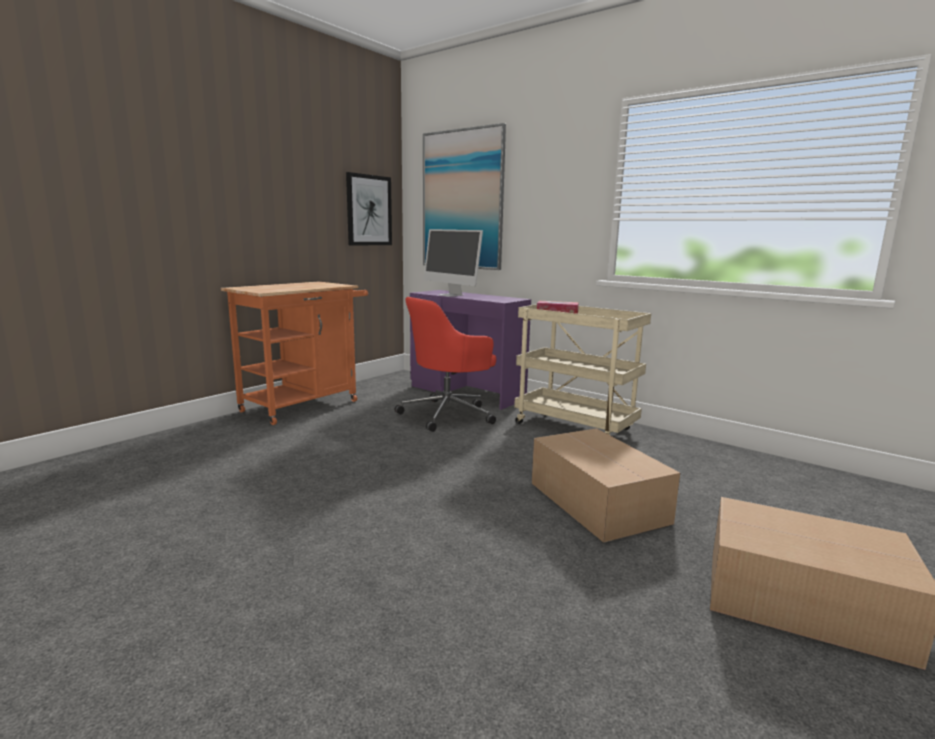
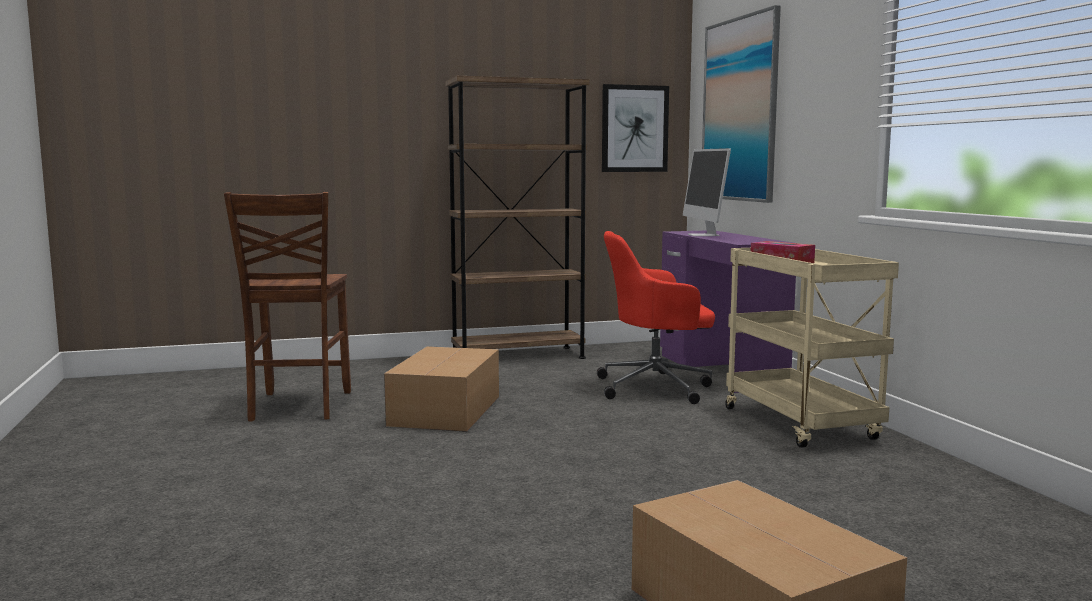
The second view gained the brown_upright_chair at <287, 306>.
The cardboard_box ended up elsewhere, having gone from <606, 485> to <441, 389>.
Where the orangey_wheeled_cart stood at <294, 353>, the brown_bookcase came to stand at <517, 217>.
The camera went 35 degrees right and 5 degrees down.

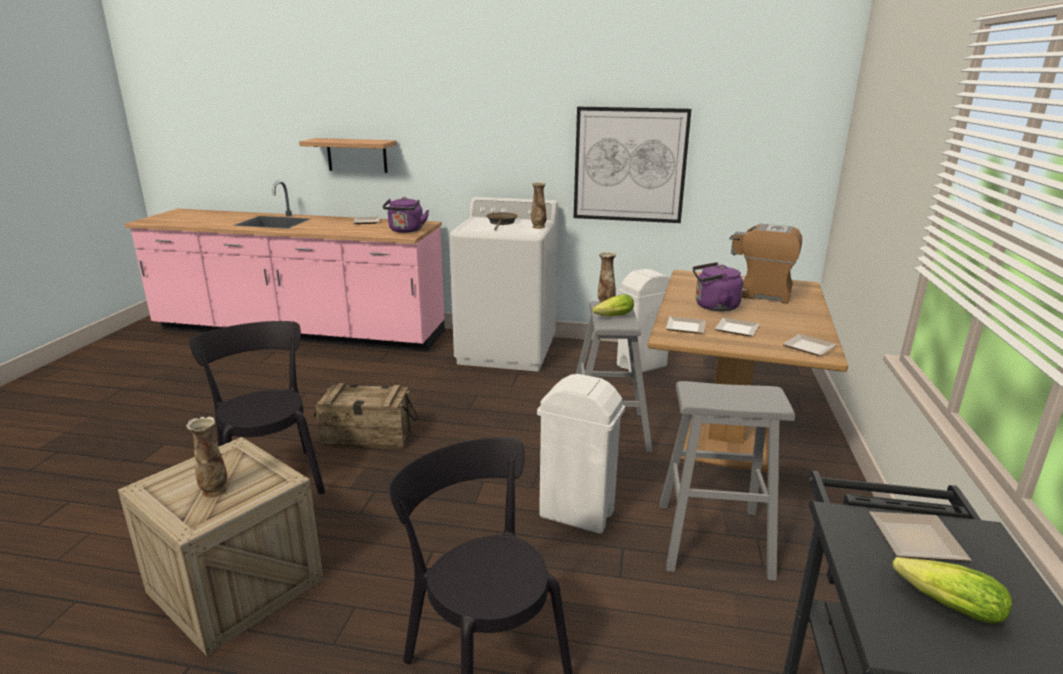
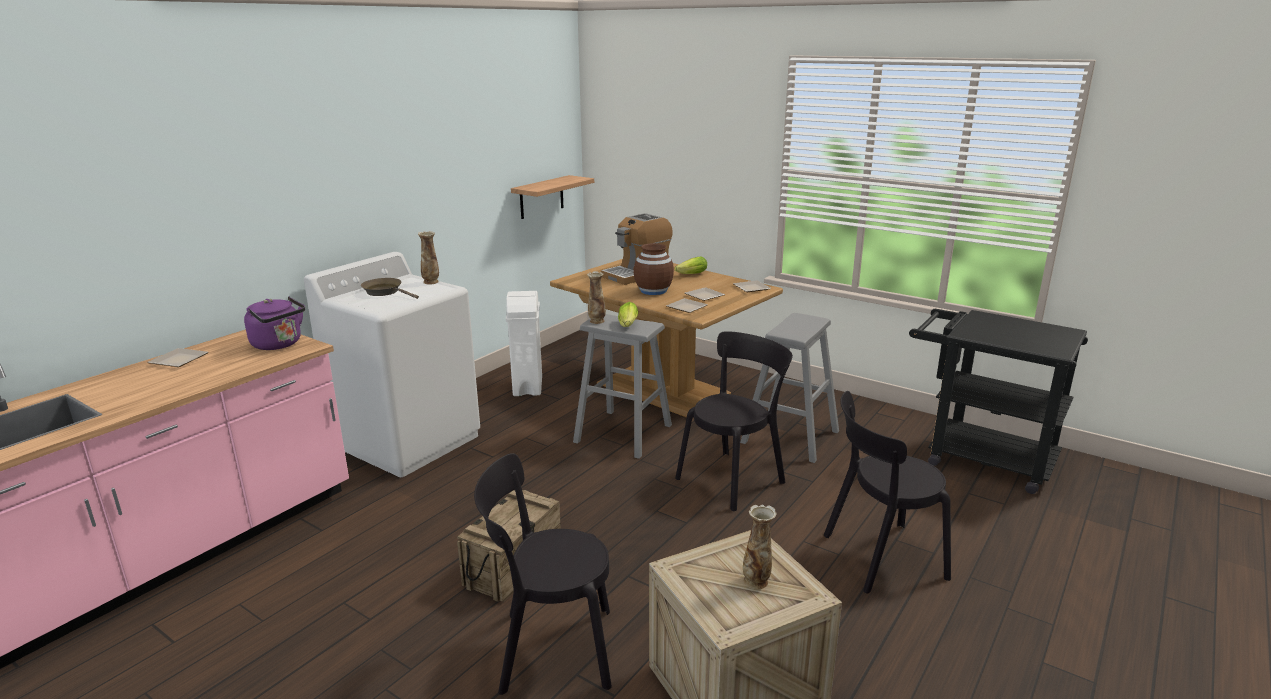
The second view lost the wall_art at <632, 165>.
The second view lost the flat_dish at <920, 536>.
The bracket_shelf ended up elsewhere, having gone from <348, 155> to <552, 197>.
The lettuce_head ended up elsewhere, having gone from <952, 590> to <691, 265>.
Where the white_waste_bin stood at <581, 454>, the black_upright_chair came to stand at <734, 421>.
Where the purple_water_kettle stood at <718, 286>, the brown_flower_vase came to stand at <654, 269>.
The camera went 65 degrees left and 0 degrees up.

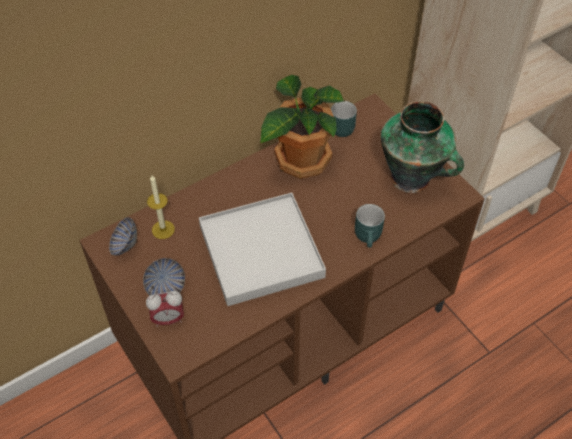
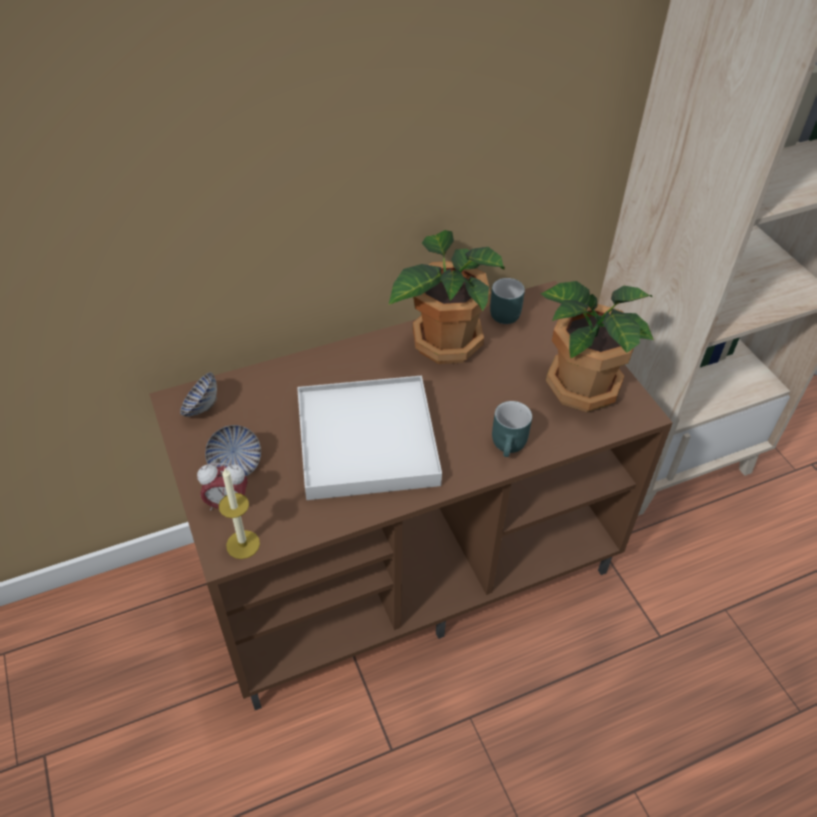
The wax_light ended up elsewhere, having gone from <161, 207> to <239, 513>.
Where the flower_vase stood at <422, 147>, the potted_plant came to stand at <597, 346>.
The camera went 10 degrees right and 5 degrees down.

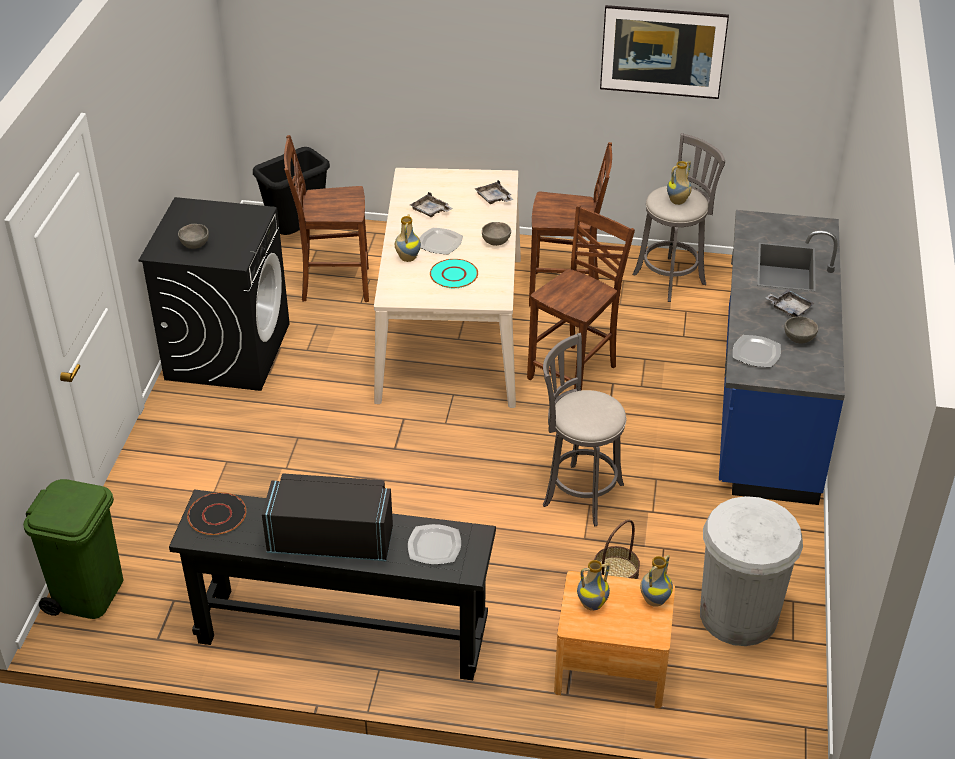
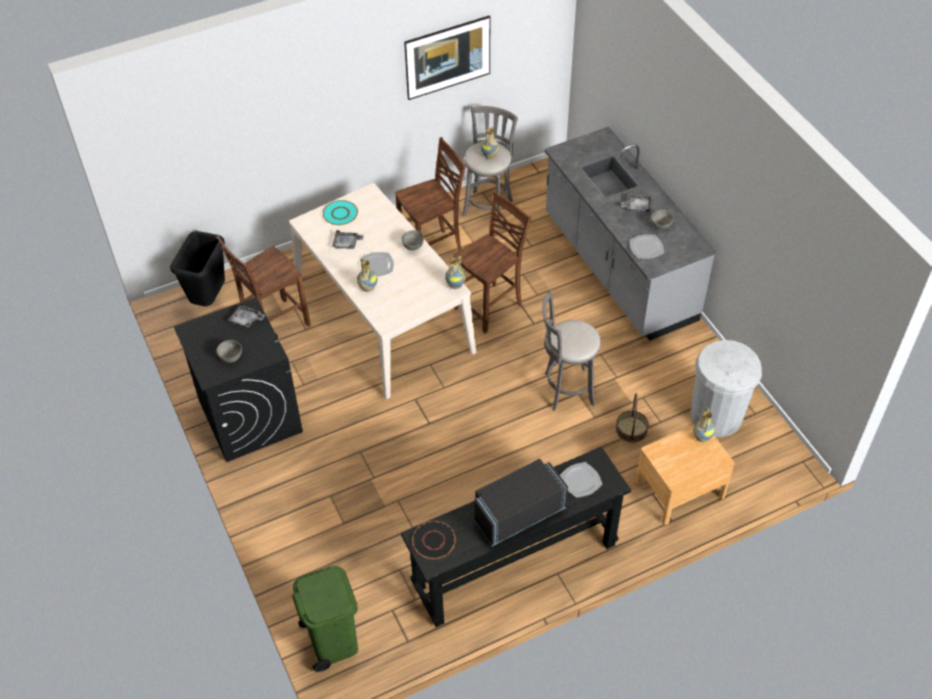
The turquoise-coloured_flat_dish ended up elsewhere, having gone from <454, 273> to <340, 212>.
The gray_carrying_tray ended up elsewhere, having gone from <494, 192> to <246, 315>.
The flower_vase ended up elsewhere, having gone from <593, 585> to <455, 272>.
What was the blue-coloured_kitchen_base_unit at <782, 357> turned into the gray_kitchen_base_unit at <630, 234>.
The brown_upright_chair at <581, 298> ended up facing another way, 45 degrees clockwise from before.
The camera went 35 degrees left and 10 degrees up.

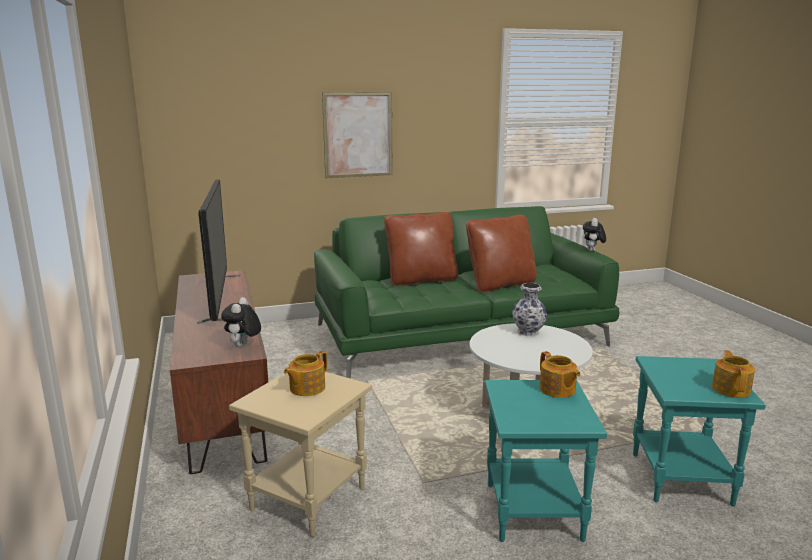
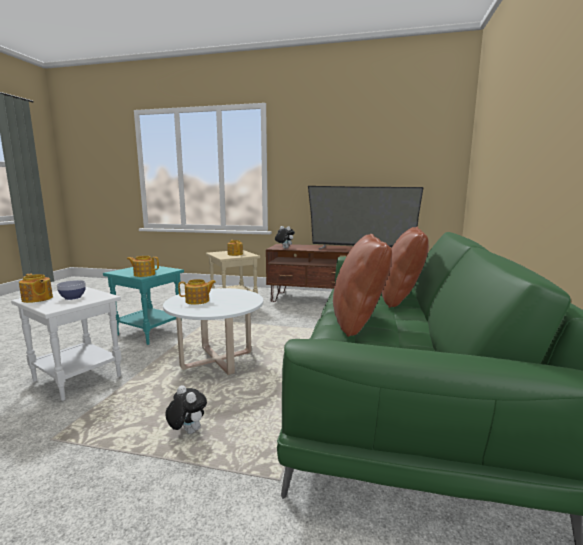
The second view lost the wall_art at <357, 135>.
The second view lost the flower_vase at <529, 309>.
The second view gained the serving_bowl at <71, 290>.
The second view gained the teapot at <197, 292>.
The plush_toy ended up elsewhere, having gone from <594, 234> to <186, 409>.
What was the turquoise-coloured_accent_table at <699, 431> turned into the white_accent_table at <66, 344>.
The camera went 120 degrees right and 5 degrees down.

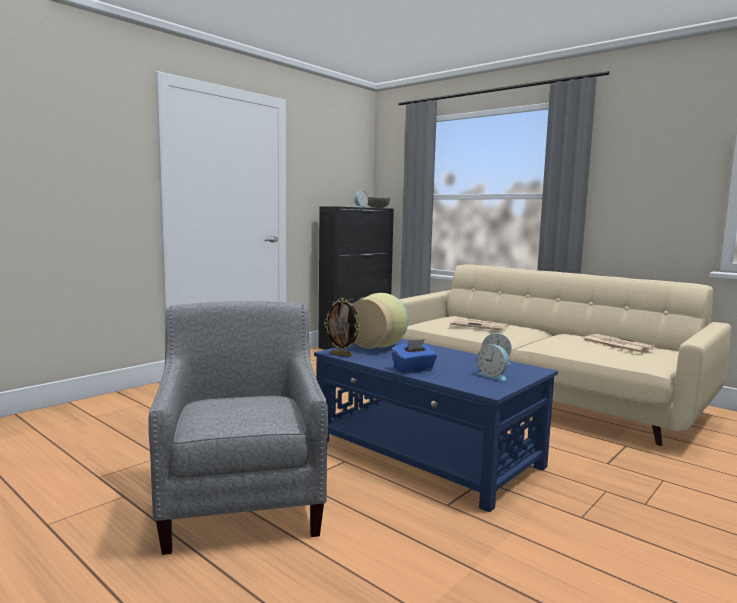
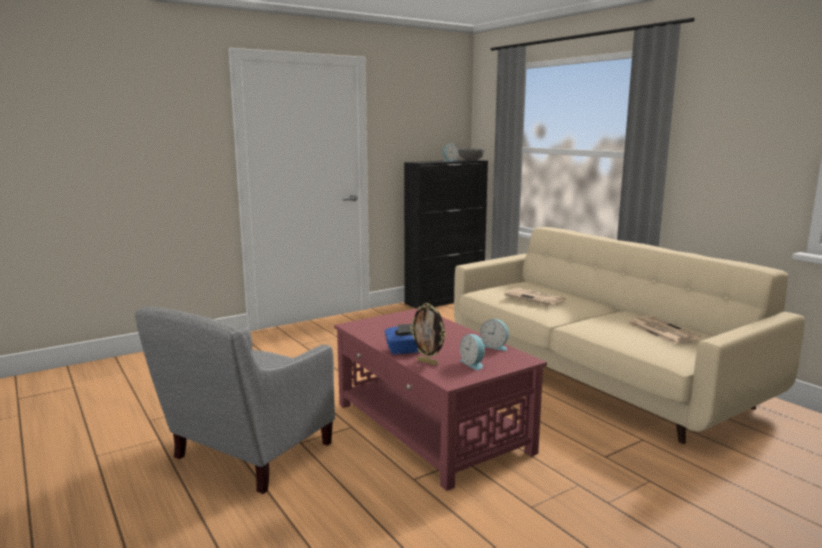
The second view lost the flower_vase at <380, 321>.
The photo_frame ended up elsewhere, having gone from <342, 327> to <428, 334>.
What was the blue-coloured_low_table at <436, 426> turned into the reddish_low_table at <440, 399>.
The gray_armchair at <238, 428> ended up facing another way, 150 degrees counterclockwise from before.
The camera went 15 degrees right and 5 degrees up.

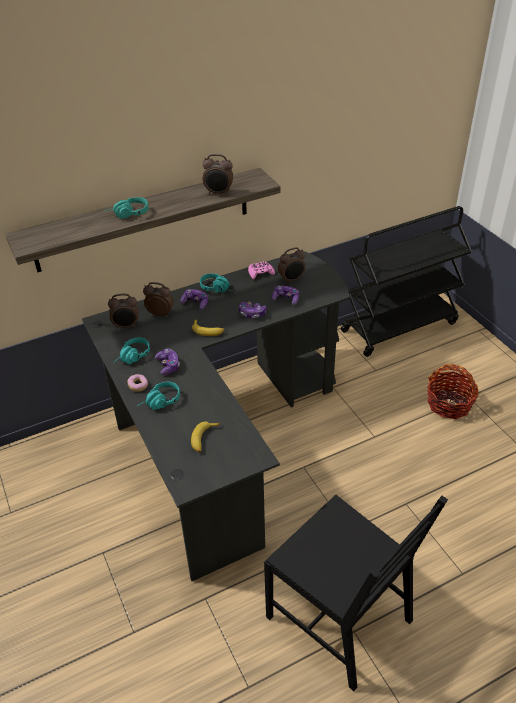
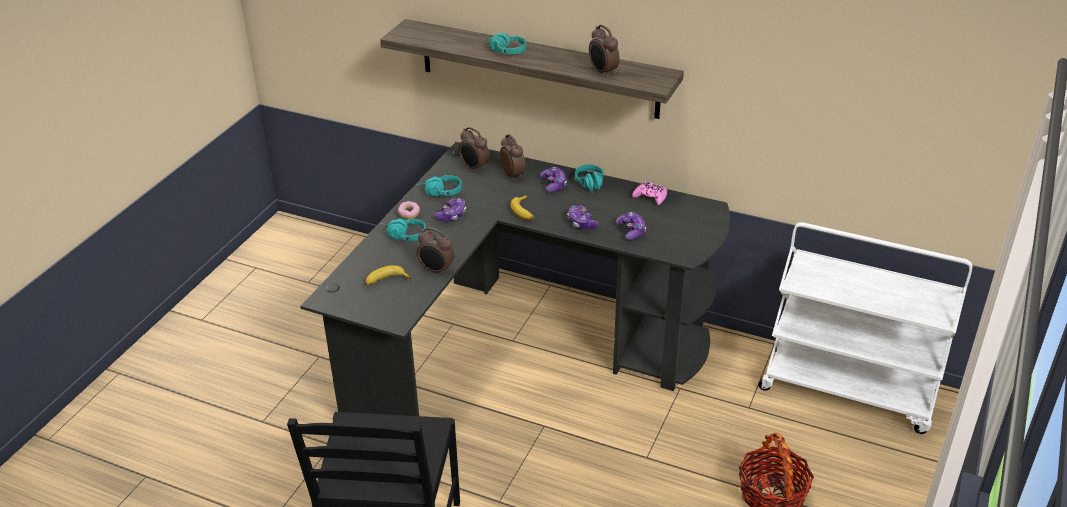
The alarm_clock ended up elsewhere, having gone from <291, 265> to <436, 252>.
What was the black_wheeled_cart at <406, 281> turned into the white_wheeled_cart at <865, 328>.
The camera went 50 degrees right and 5 degrees down.

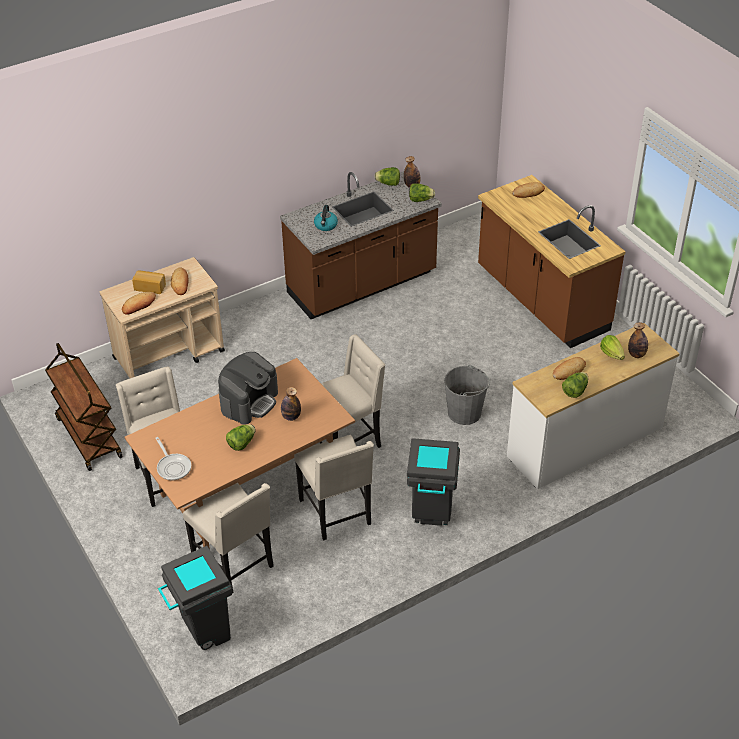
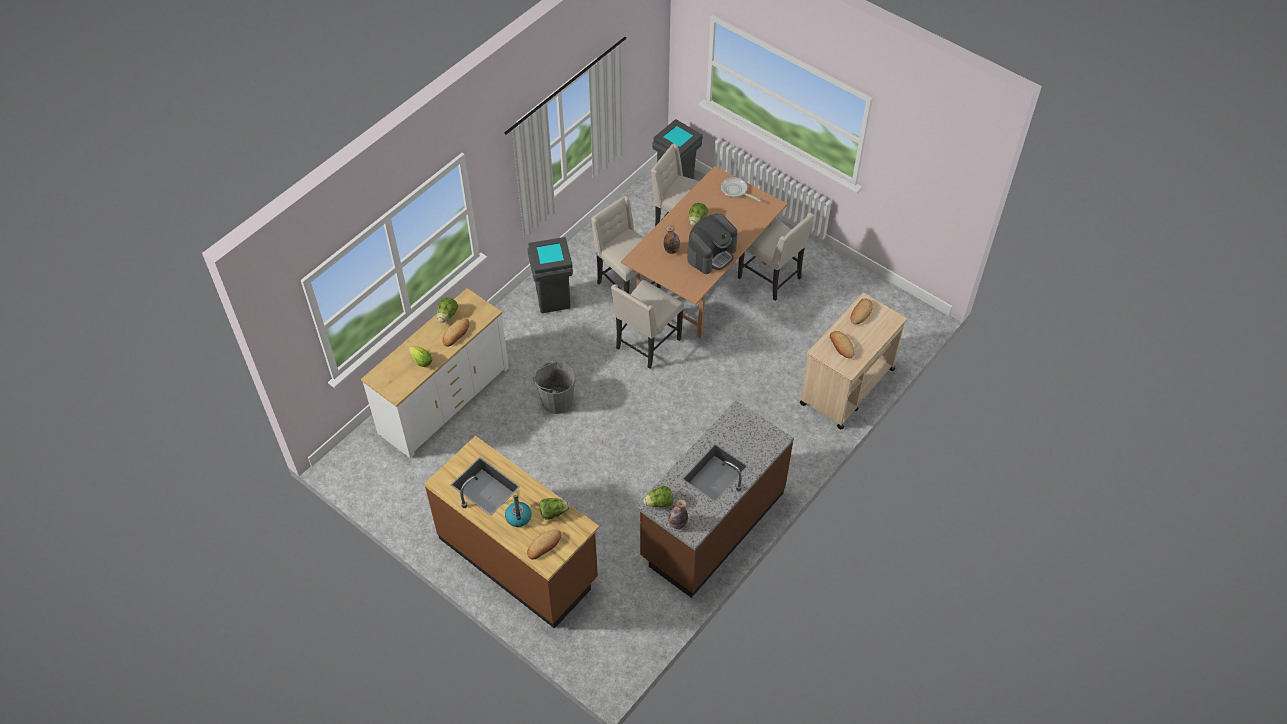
The second view lost the brown_wheeled_cart at <84, 407>.
The second view lost the bakery_bread at <149, 282>.
The second view lost the drink_bottle at <638, 340>.
The water_kettle ended up elsewhere, having gone from <326, 218> to <518, 511>.
The lettuce_head ended up elsewhere, having gone from <387, 176> to <554, 509>.
The coffee_maker at <248, 388> ended up facing another way, 150 degrees counterclockwise from before.
The camera went 160 degrees right and 10 degrees up.

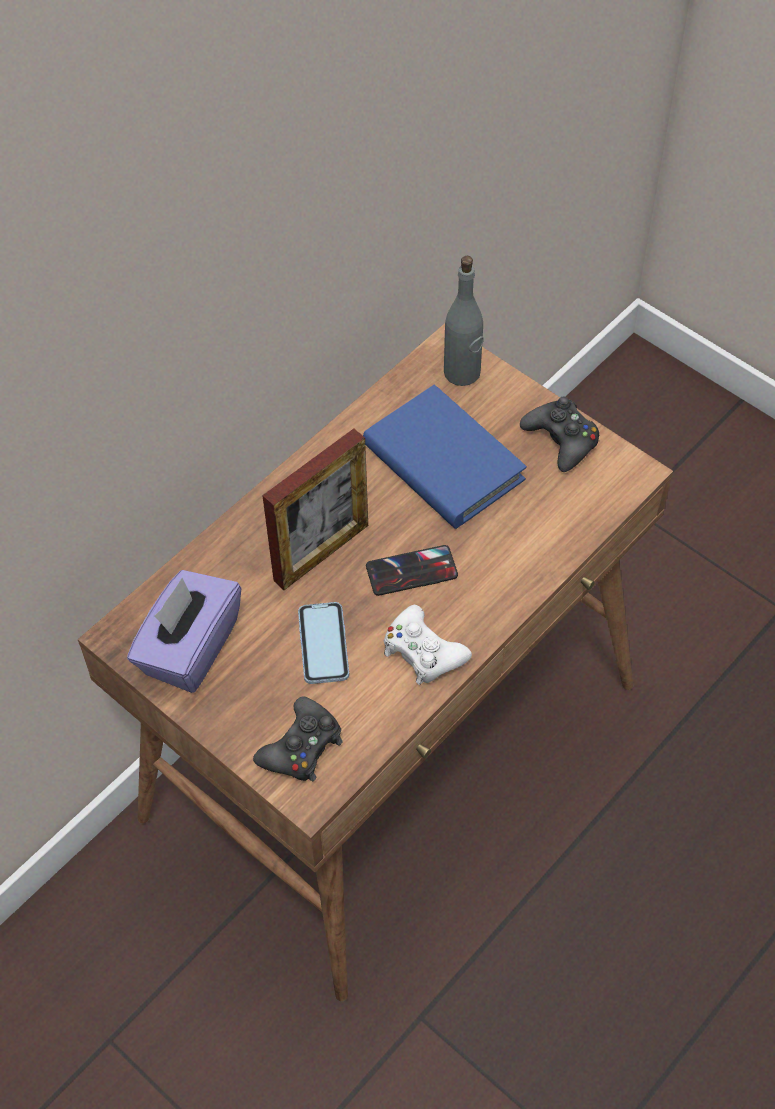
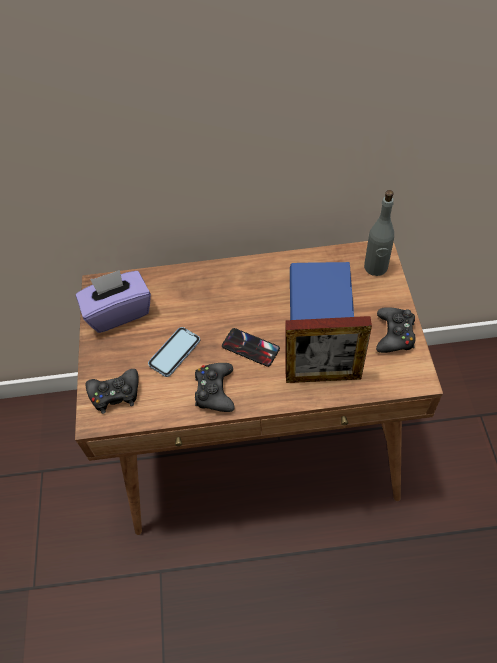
The photo_frame ended up elsewhere, having gone from <315, 509> to <328, 349>.
What was the white_joypad at <428, 645> turned into the black_joypad at <215, 387>.
The camera went 45 degrees right and 0 degrees up.

